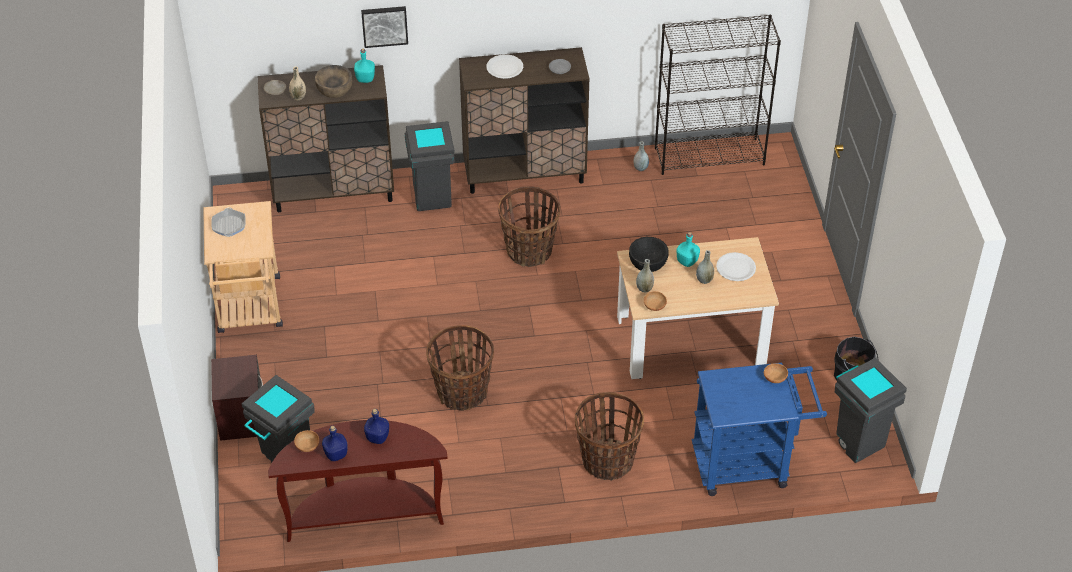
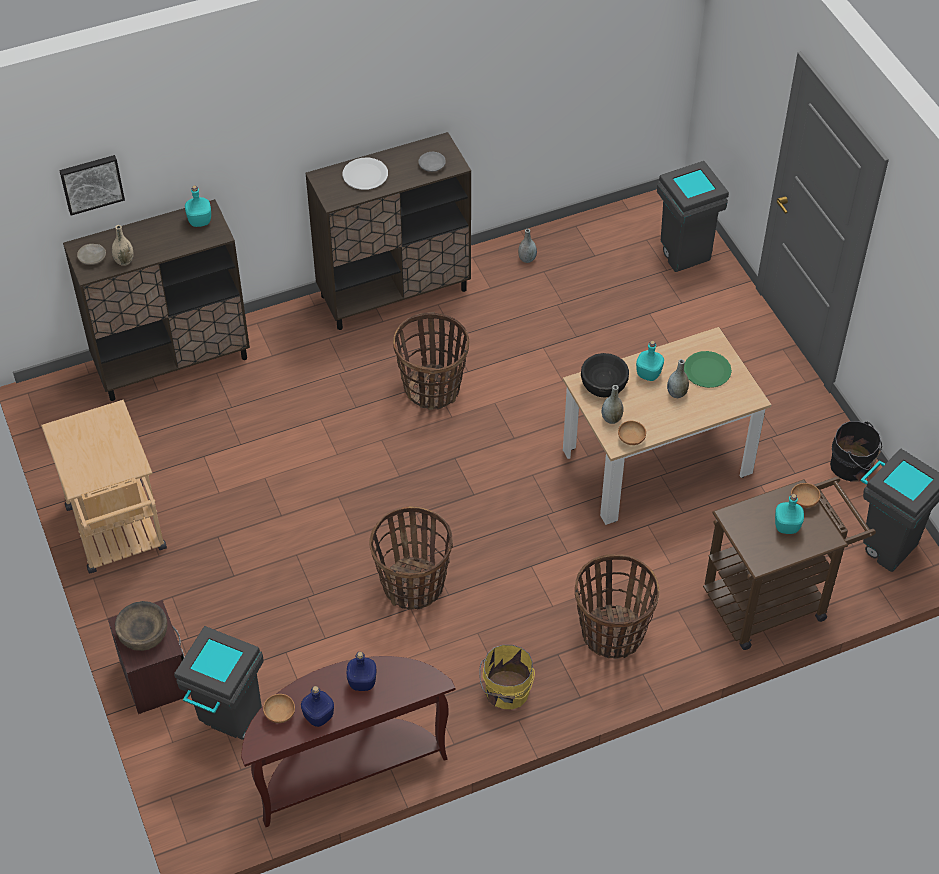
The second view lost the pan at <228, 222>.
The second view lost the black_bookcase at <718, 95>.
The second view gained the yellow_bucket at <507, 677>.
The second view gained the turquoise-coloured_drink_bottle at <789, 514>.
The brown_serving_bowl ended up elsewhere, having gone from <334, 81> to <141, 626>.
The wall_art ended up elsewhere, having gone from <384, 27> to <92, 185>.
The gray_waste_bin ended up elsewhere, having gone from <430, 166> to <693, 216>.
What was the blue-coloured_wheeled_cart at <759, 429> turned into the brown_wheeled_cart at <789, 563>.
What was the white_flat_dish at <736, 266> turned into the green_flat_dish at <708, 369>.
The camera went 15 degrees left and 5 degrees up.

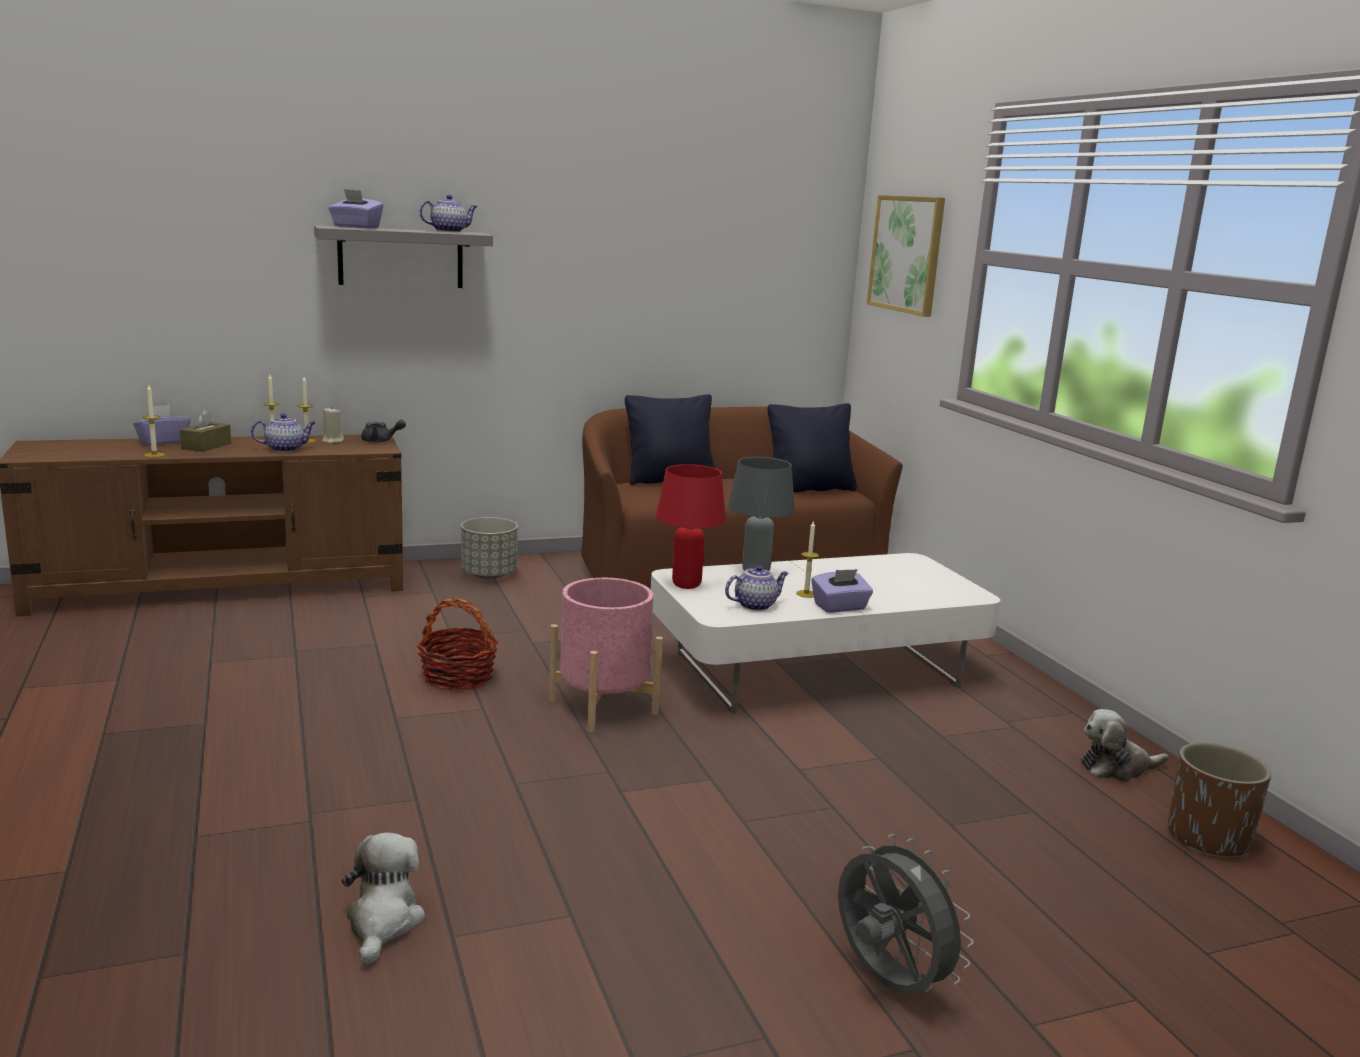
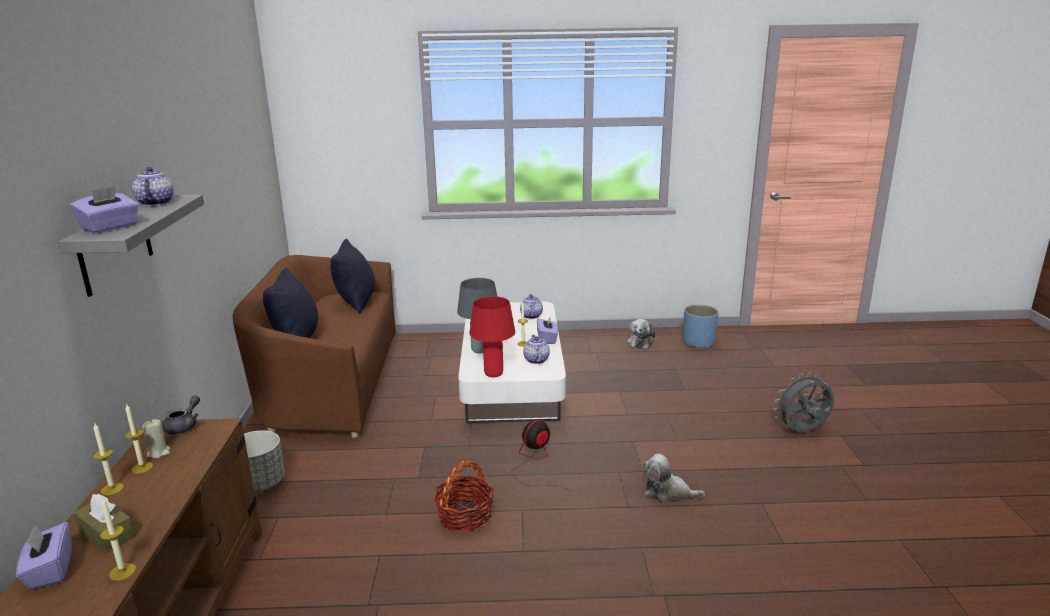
The second view lost the wall_art at <906, 256>.
The teapot ended up elsewhere, having gone from <283, 432> to <531, 306>.
The plush_toy ended up elsewhere, having gone from <383, 898> to <674, 478>.
Where the pinkish_flower_pot stood at <606, 655>, the fan came to stand at <541, 456>.
What was the brown_flower_pot at <1220, 799> turned into the blue-coloured_flower_pot at <701, 326>.
The camera went 70 degrees left and 5 degrees up.

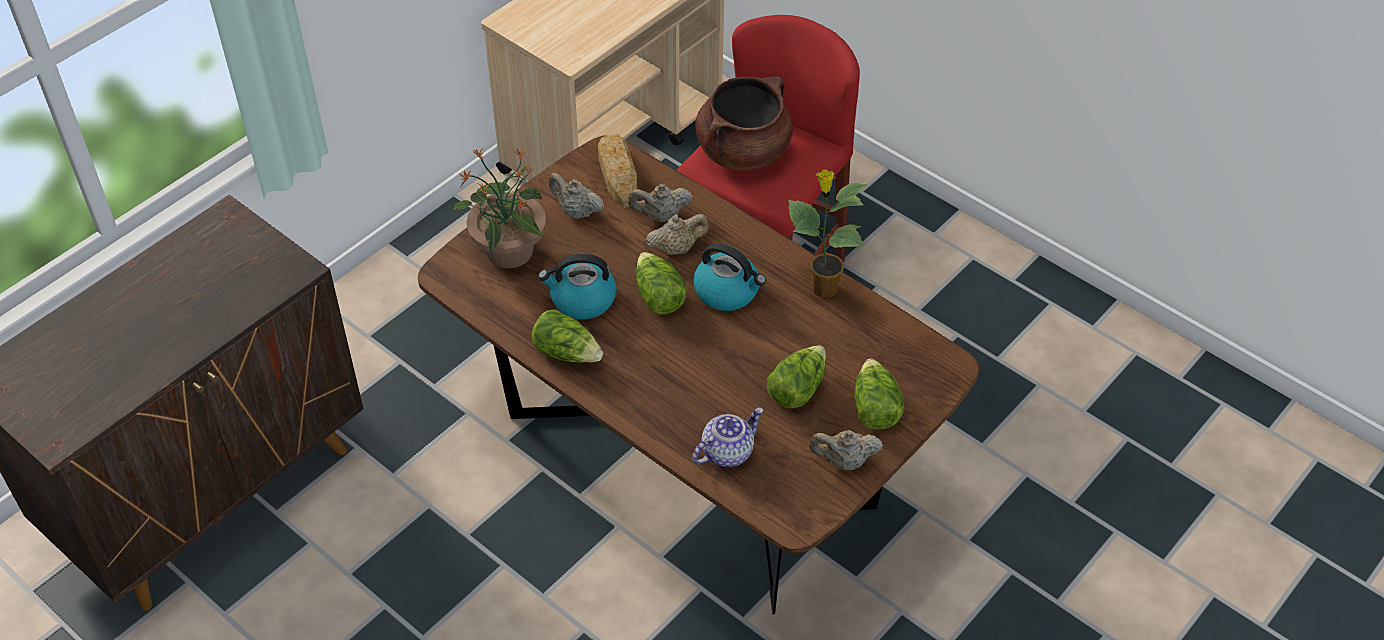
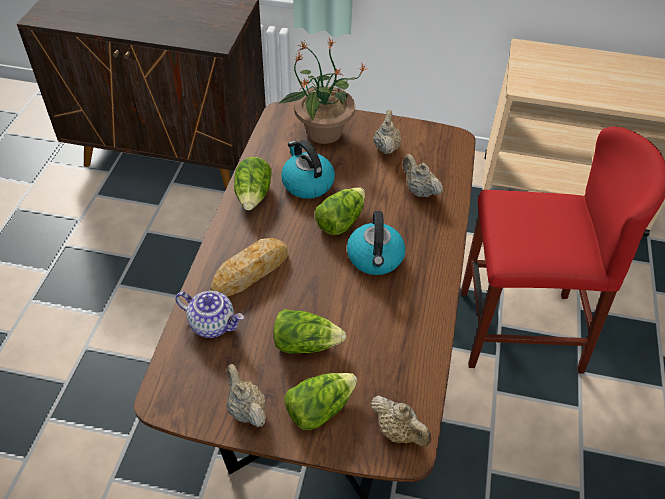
The second view lost the brown_cooking_pot at <744, 123>.
The second view lost the potted_plant at <828, 233>.
The bakery_bread ended up elsewhere, having gone from <617, 171> to <248, 267>.
The beige-coloured_teapot ended up elsewhere, having gone from <677, 234> to <400, 421>.
The camera went 60 degrees right and 0 degrees up.

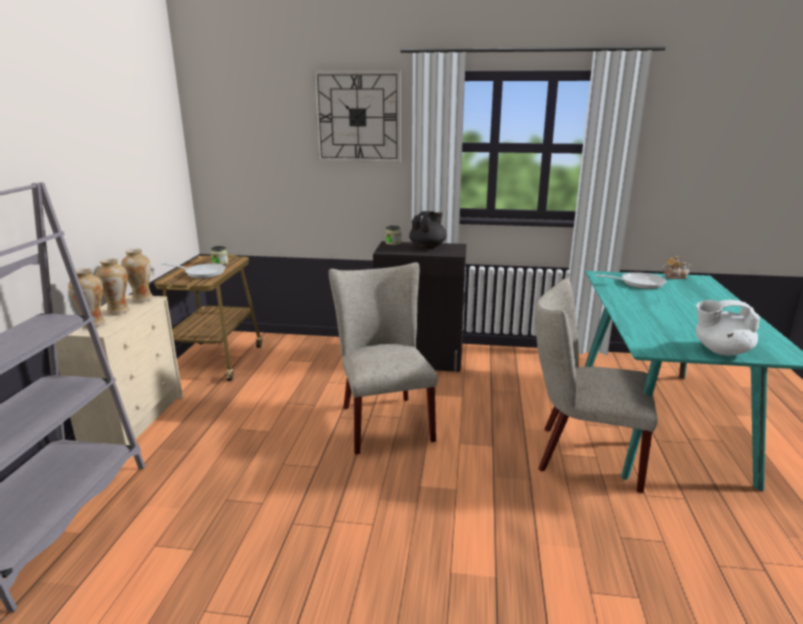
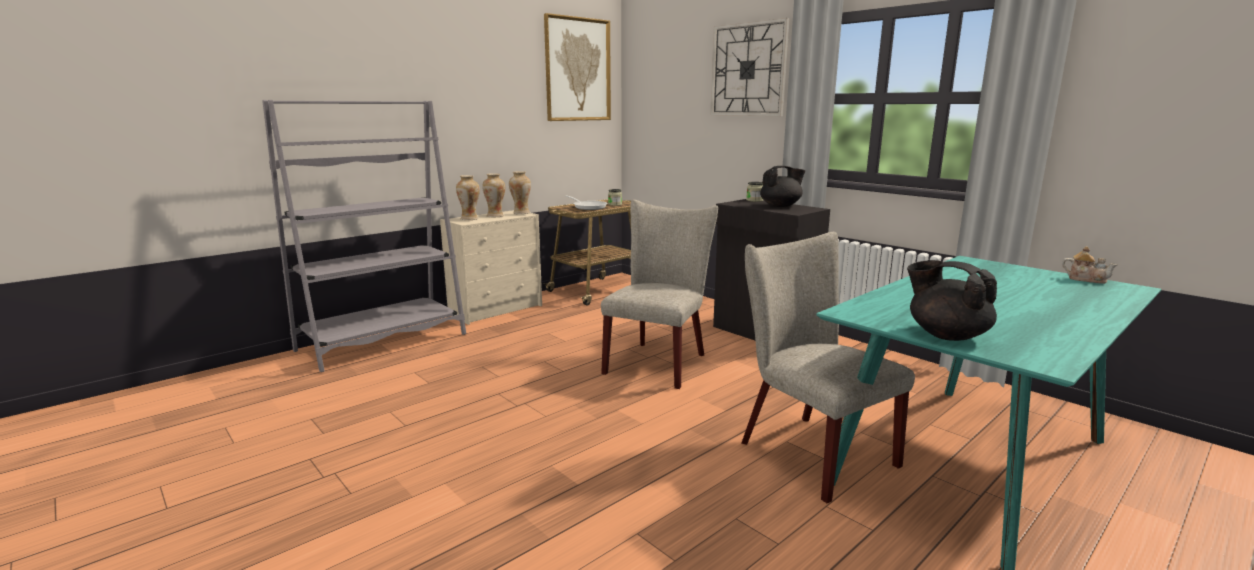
The second view lost the pan at <630, 280>.
The second view gained the wall_art at <577, 67>.
What was the white_teapot at <728, 328> turned into the black_teapot at <952, 300>.
The camera went 40 degrees right and 5 degrees down.

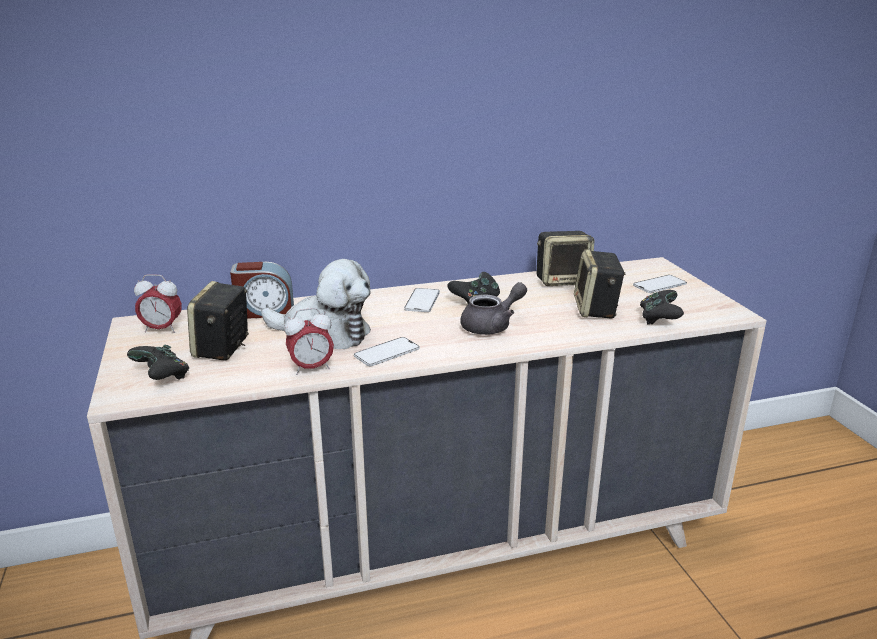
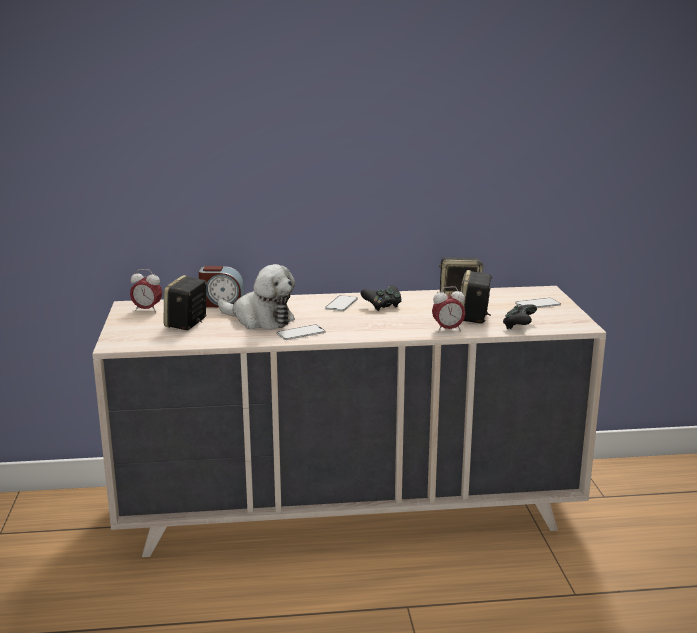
The second view lost the black_joypad at <158, 362>.
The second view lost the gray_teapot at <494, 308>.
The alarm_clock ended up elsewhere, having gone from <309, 341> to <448, 309>.
The camera went 10 degrees right and 5 degrees down.

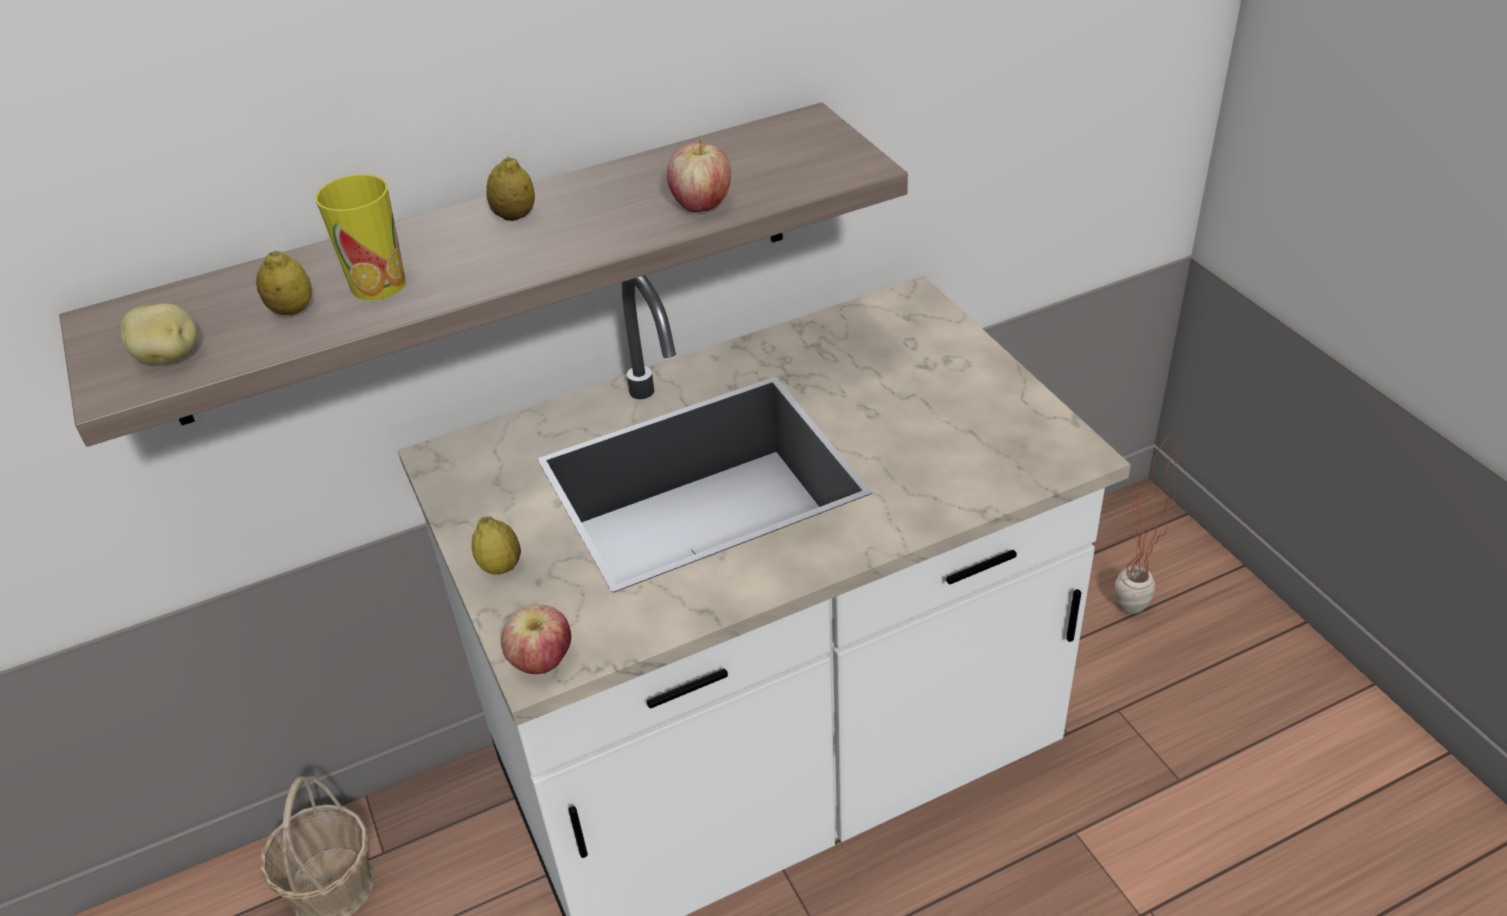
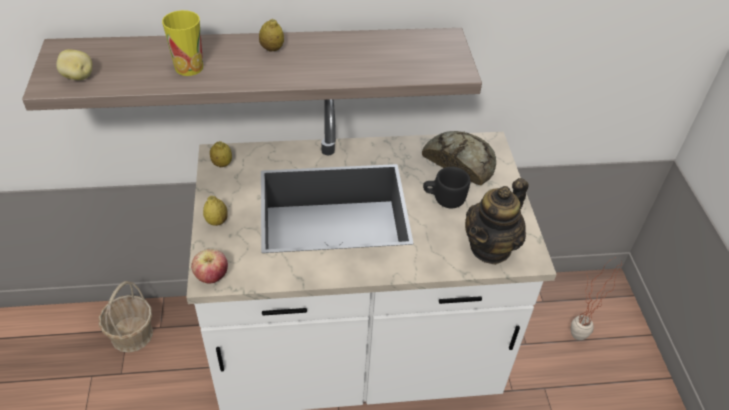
The second view lost the apple_fruit at <699, 175>.
The second view gained the bakery_bread at <459, 158>.
The second view gained the black_tea_mug at <446, 187>.
The second view gained the teapot at <496, 221>.
The citrus_fruit ended up elsewhere, having gone from <284, 282> to <221, 154>.
The camera went 15 degrees right and 5 degrees up.

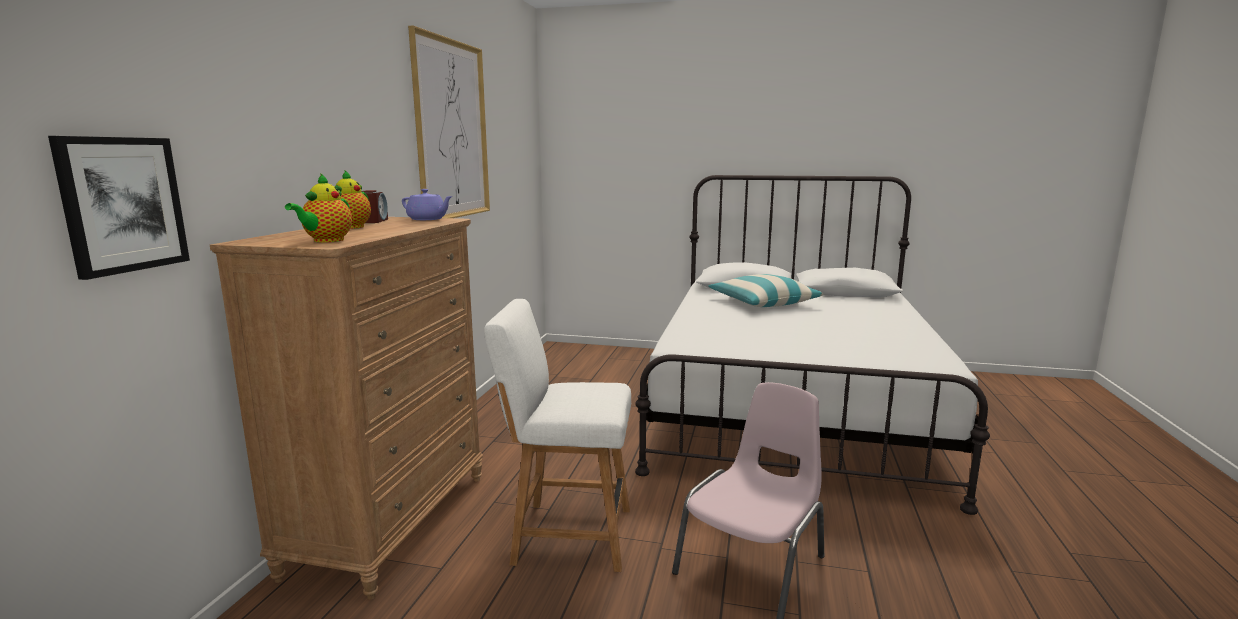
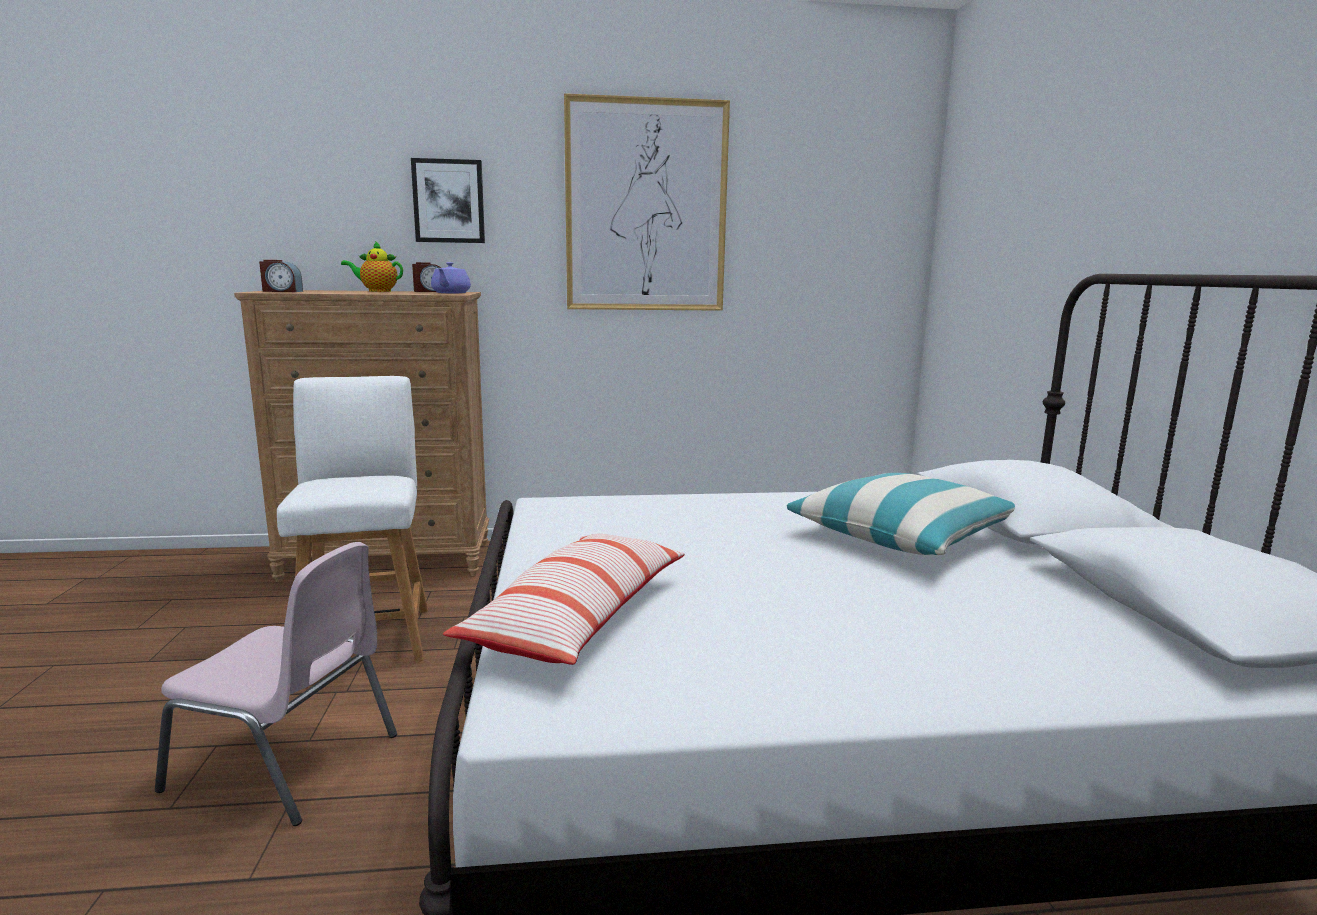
The second view gained the cushion at <564, 599>.
The wall_art ended up elsewhere, having gone from <119, 208> to <448, 200>.
Where the teapot stood at <318, 207>, the alarm_clock came to stand at <281, 276>.
The camera went 70 degrees right and 0 degrees up.

